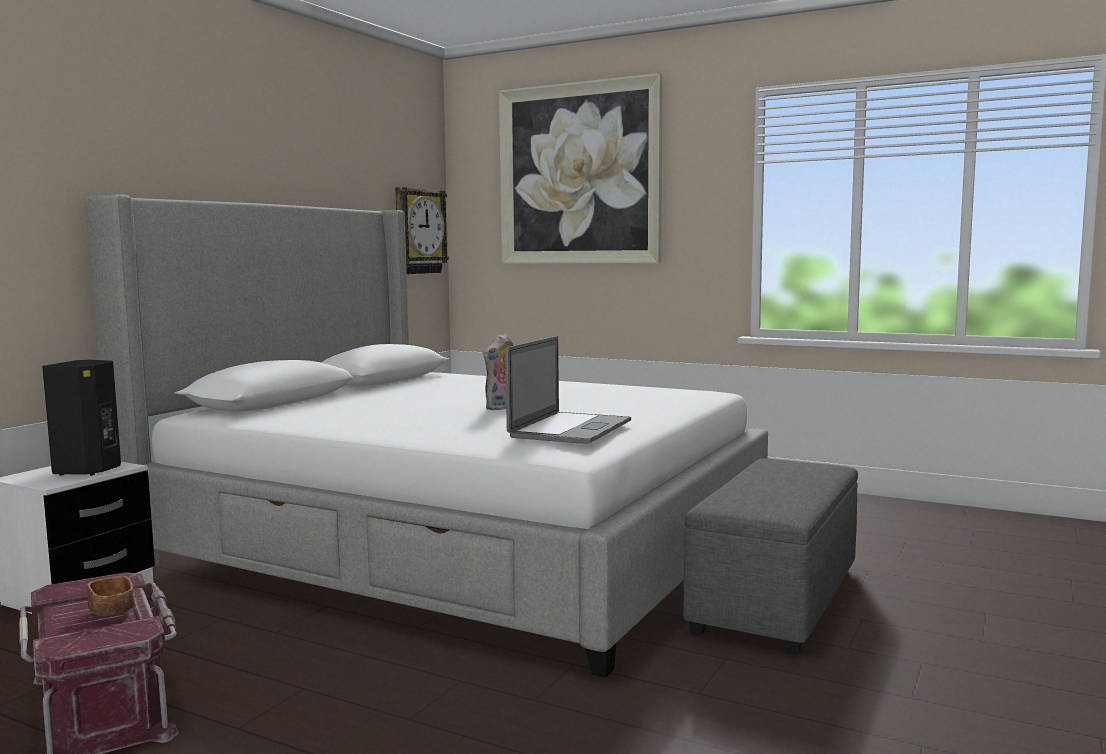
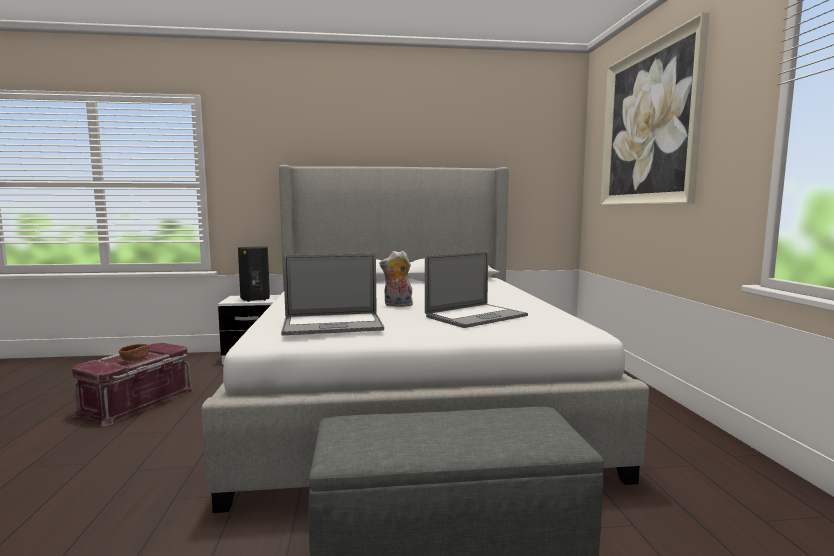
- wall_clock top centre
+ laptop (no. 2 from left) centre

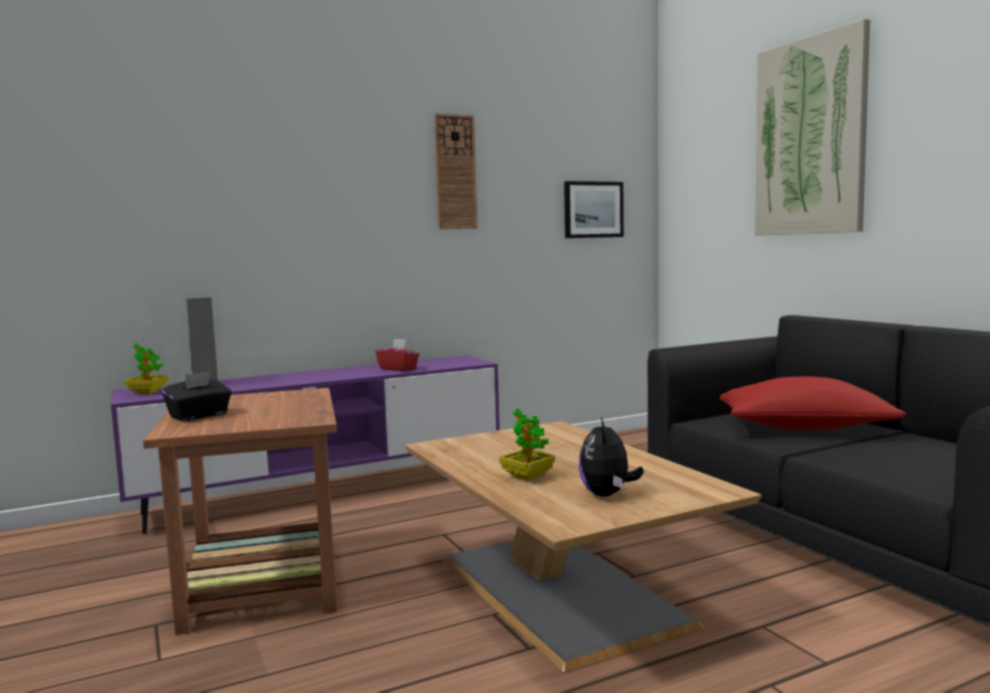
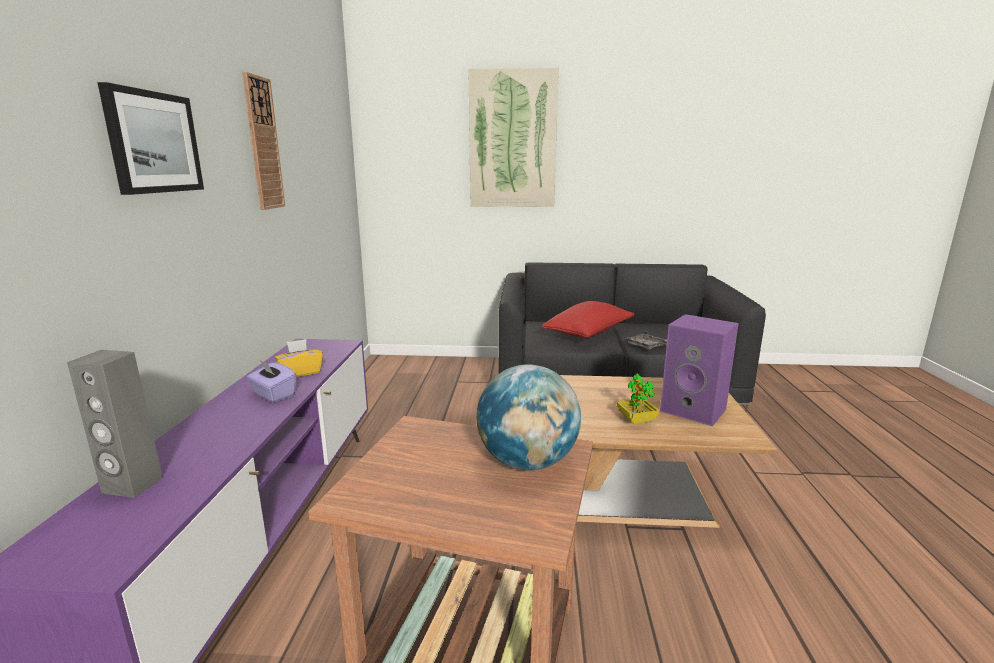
~ picture (no. 1 from left) top centre to top left
~ red_tissue_box centre to yellow_tissue_box middle left
- potted_plant (no. 1 from left) middle left
- black_tissue_box middle left
~ plush_toy centre to purple_speaker middle right
+ grey_tray centre
+ purple_tissue_box middle left
+ globe centre

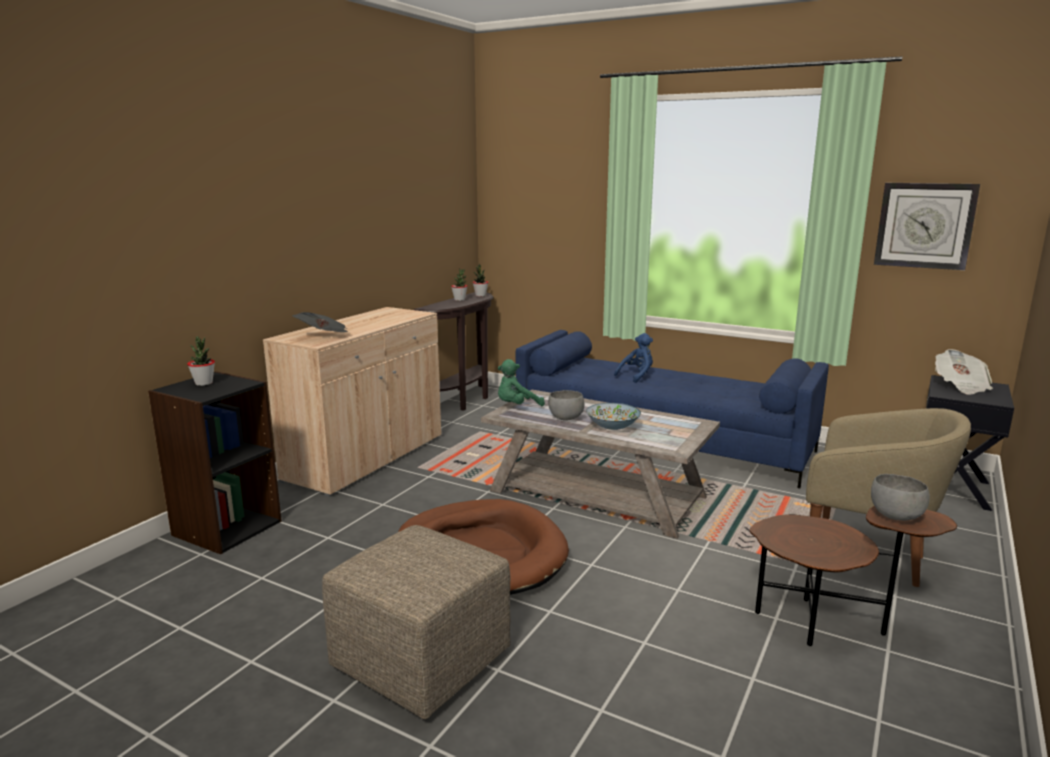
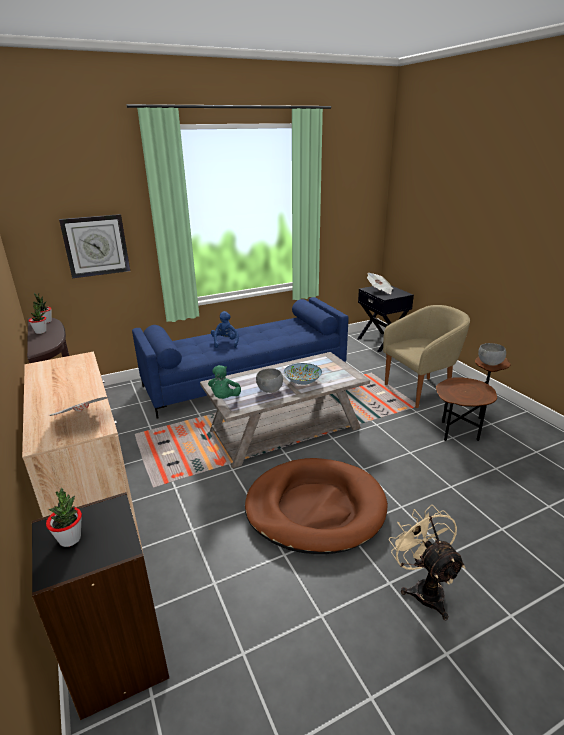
~ wall_clock top right to middle left
~ beige_ottoman bottom centre to beige_fan bottom right

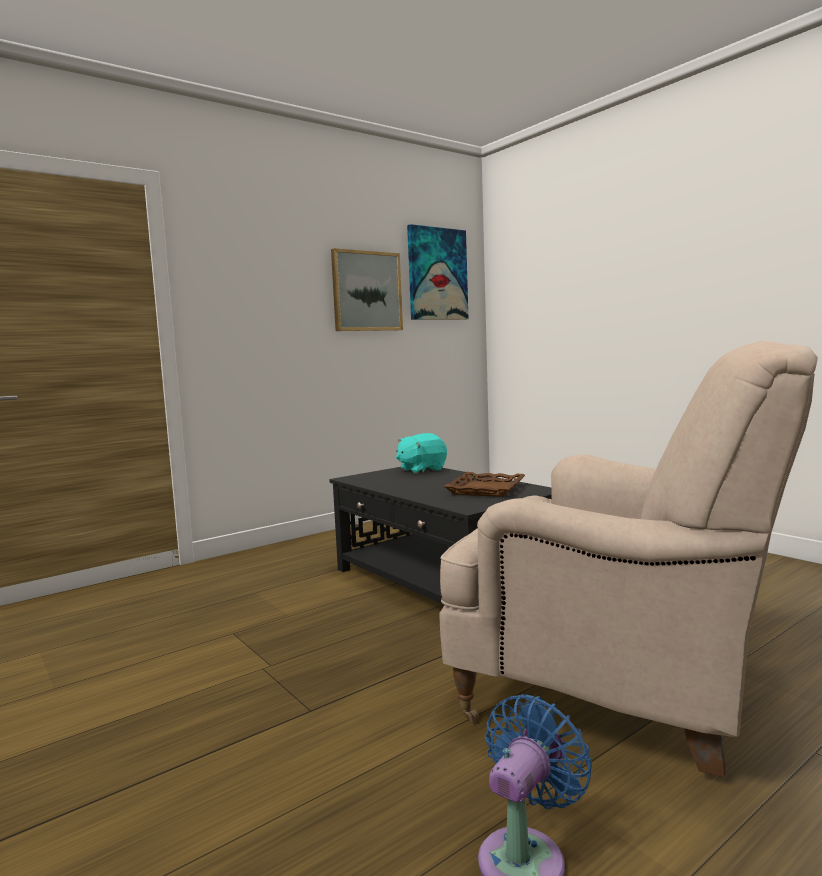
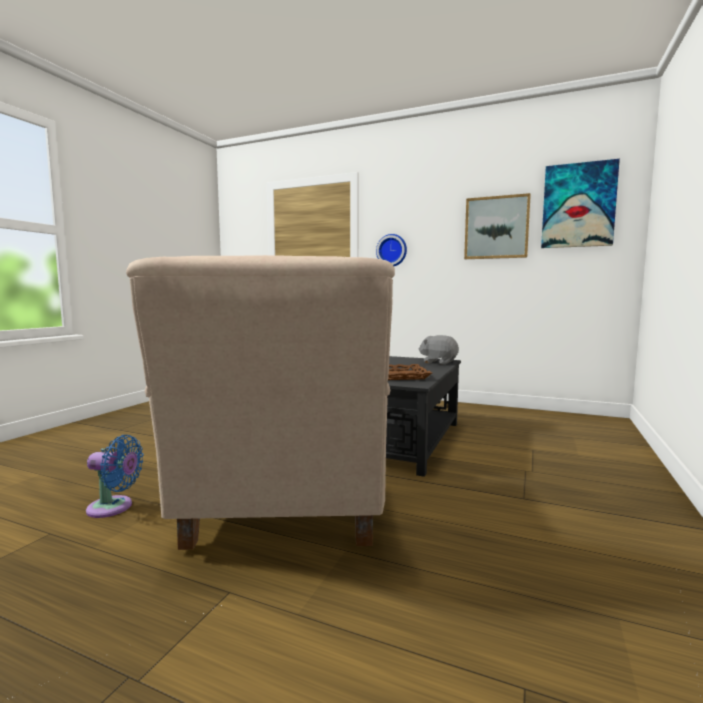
~ turquoise_plush_toy centre to grey_plush_toy centre
+ wall_clock centre

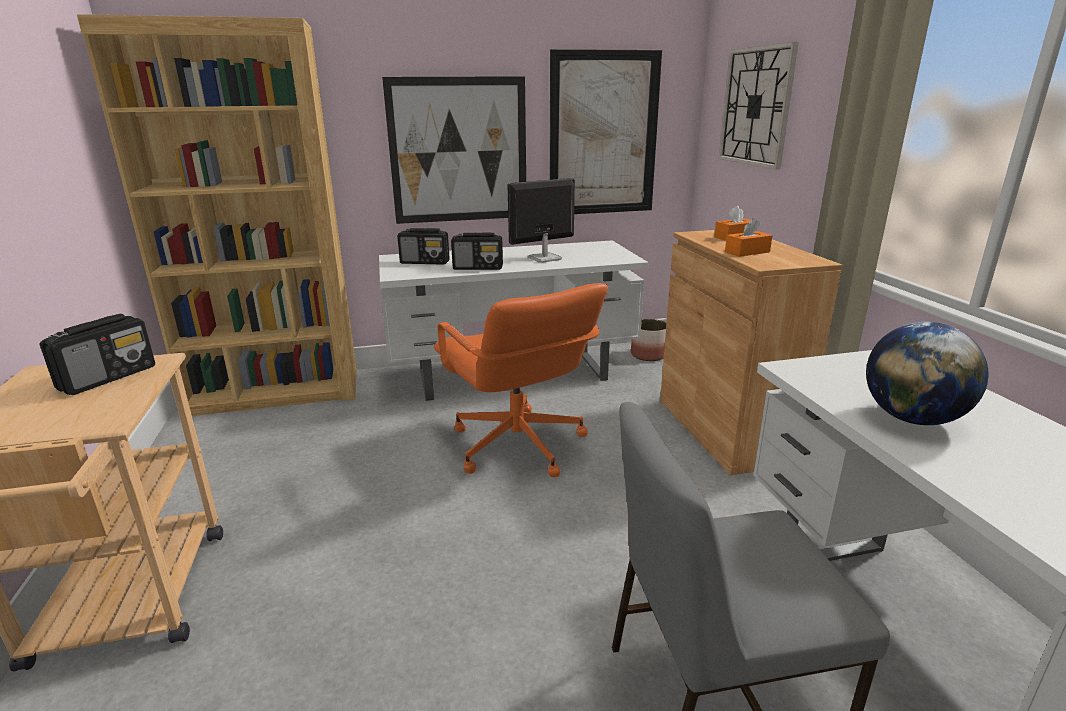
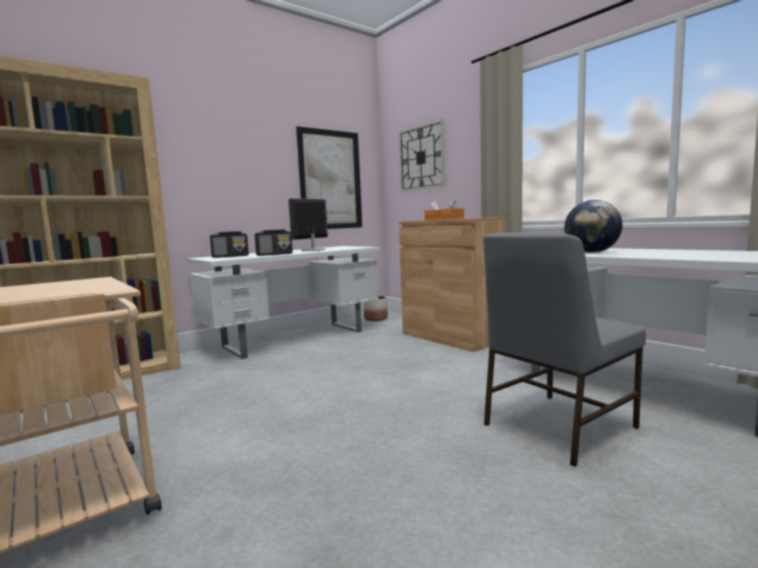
- picture (no. 1 from left) top centre
- orange_office_chair centre
- radio (no. 1 from left) middle left

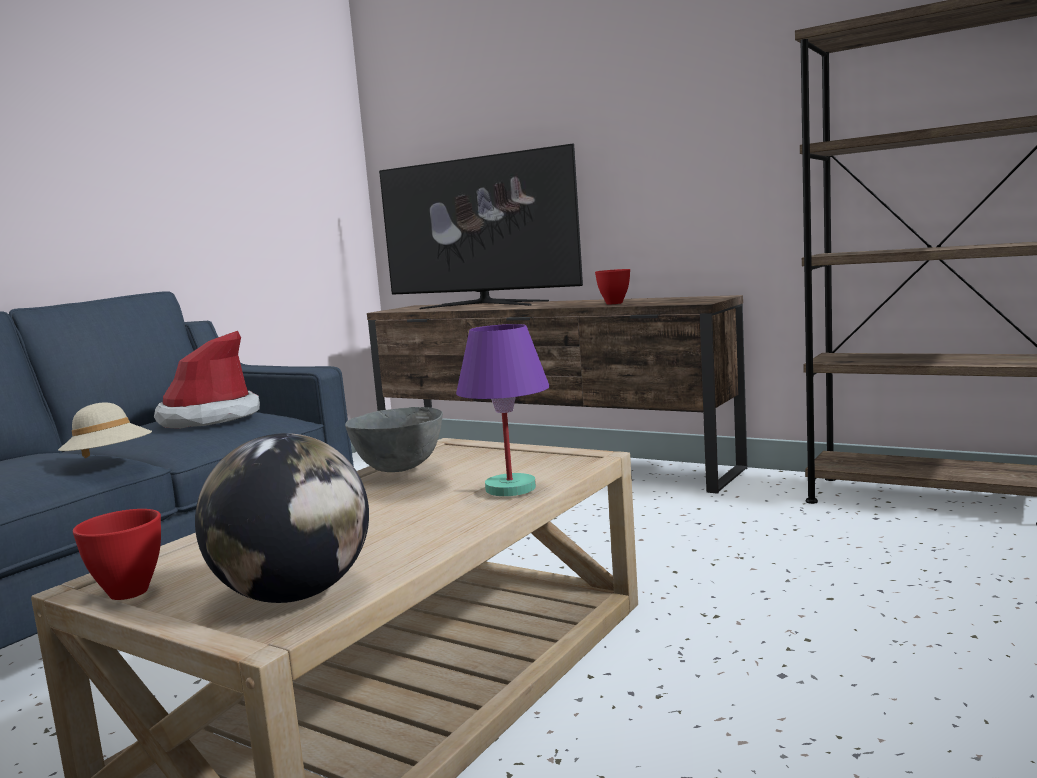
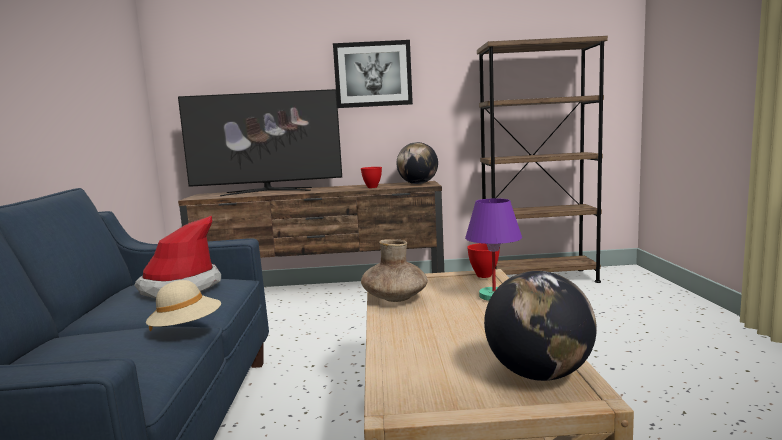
~ grey_bowl centre to brown_vase centre
~ red_bowl (no. 1 from left in the first image) bottom left to red_bowl (no. 2 from left) centre
+ picture top centre
+ globe (no. 1 from left) centre

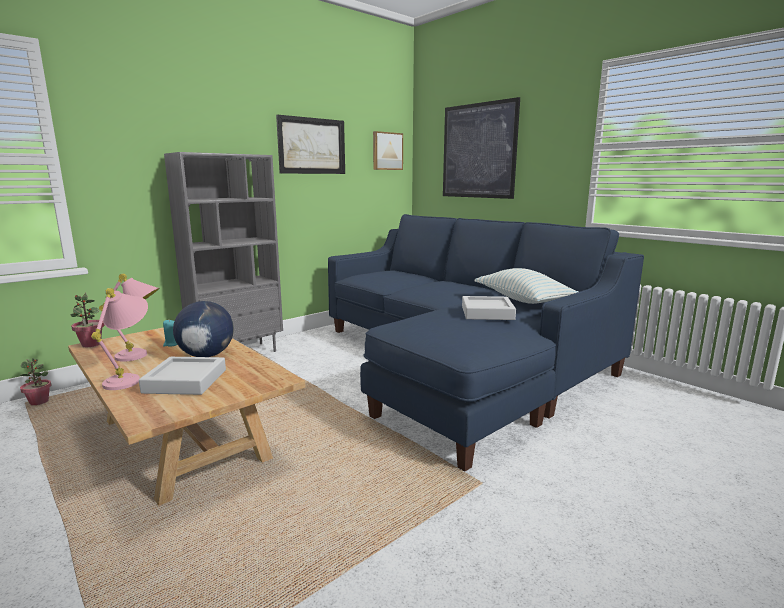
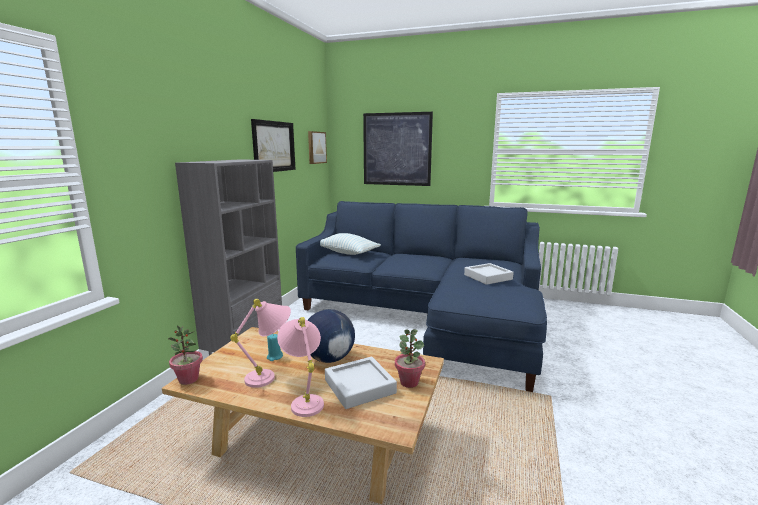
~ pillow middle right to centre
~ potted_plant (no. 1 from left in the first image) middle left to potted_plant (no. 2 from left) bottom centre

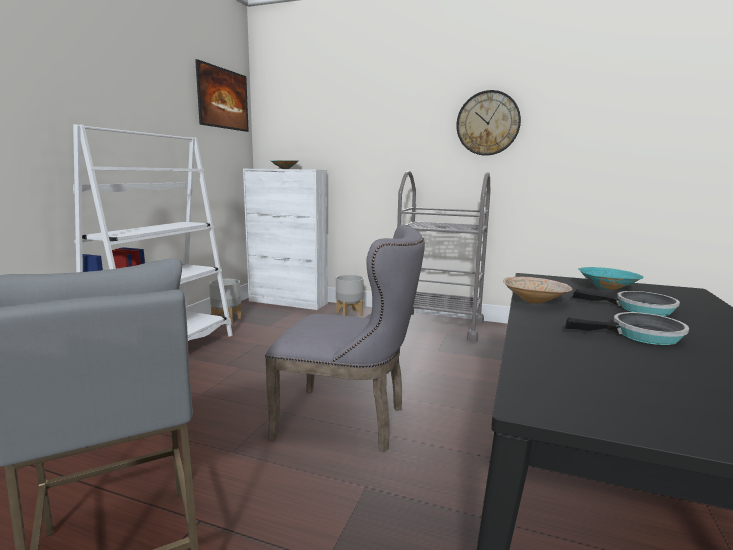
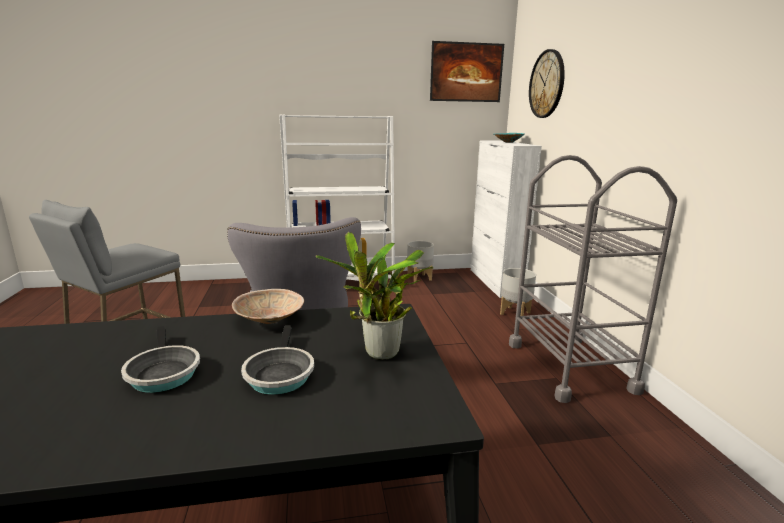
~ wall_clock top centre to top right
~ turquoise_bowl (no. 2 from left) middle right to potted_plant centre

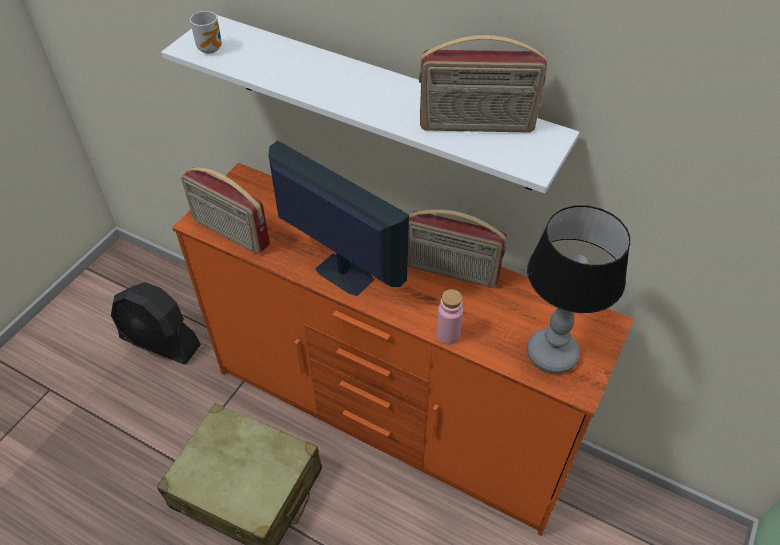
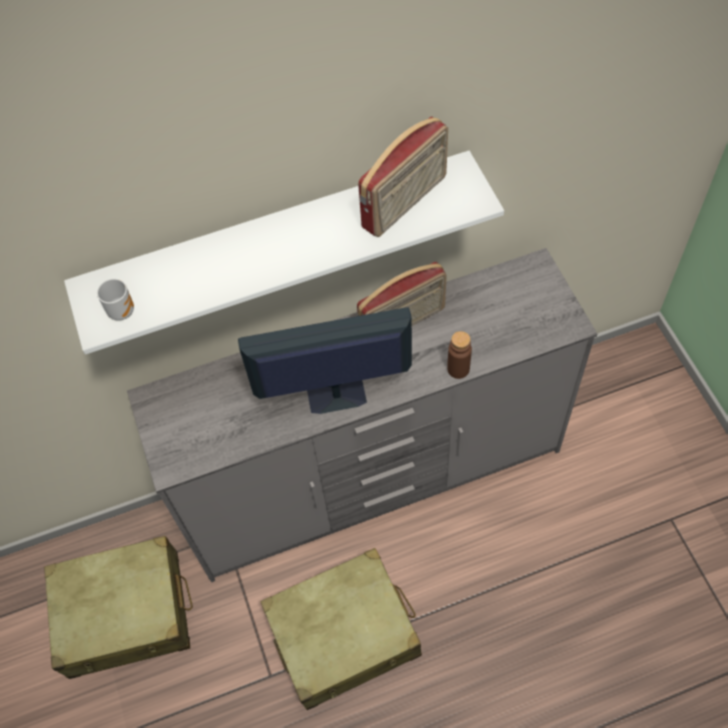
~ orange_dresser centre to grey_dresser centre
- radio (no. 1 from left) middle left
- table_lamp middle right
~ black_fan middle left to beige_suitcase (no. 1 from left) bottom left
~ pink_bottle centre to brown_bottle centre

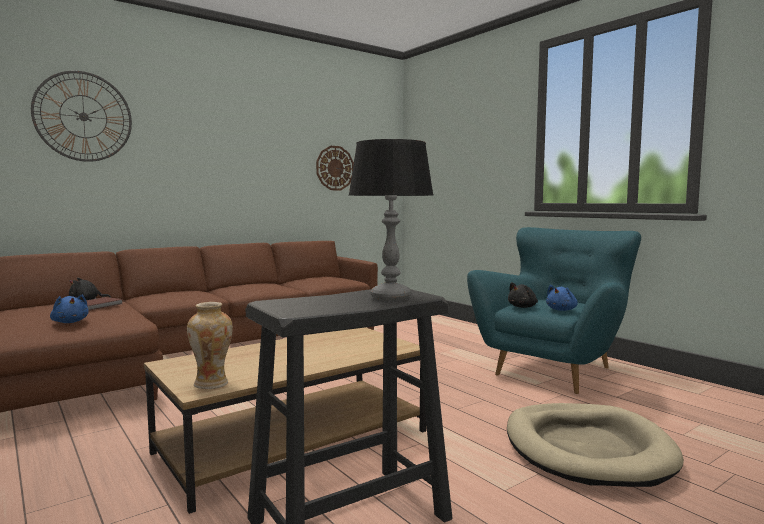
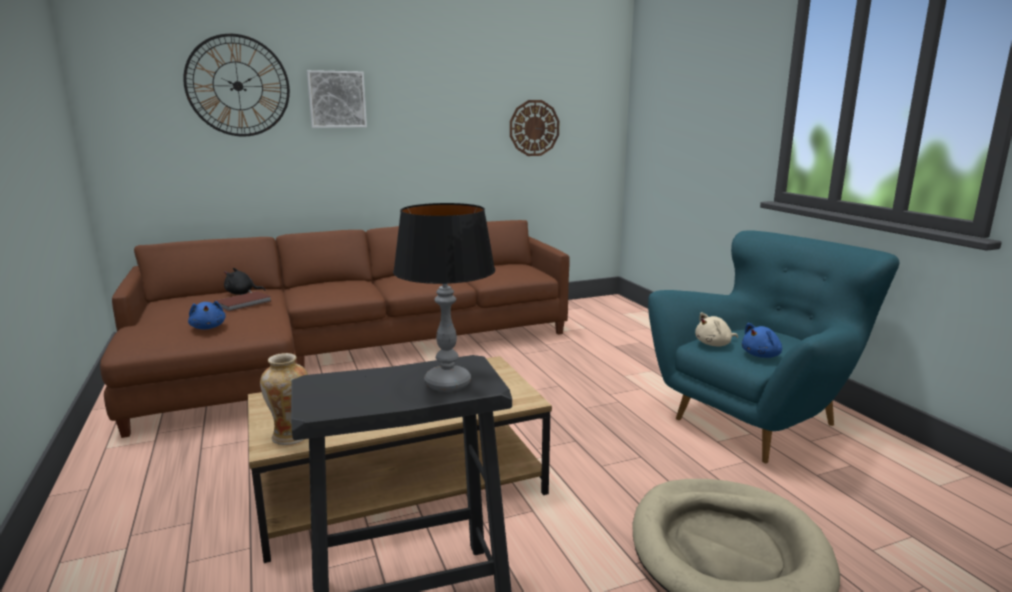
~ black_plush_toy (no. 2 from left) middle right to beige_plush_toy middle right
+ picture top left

